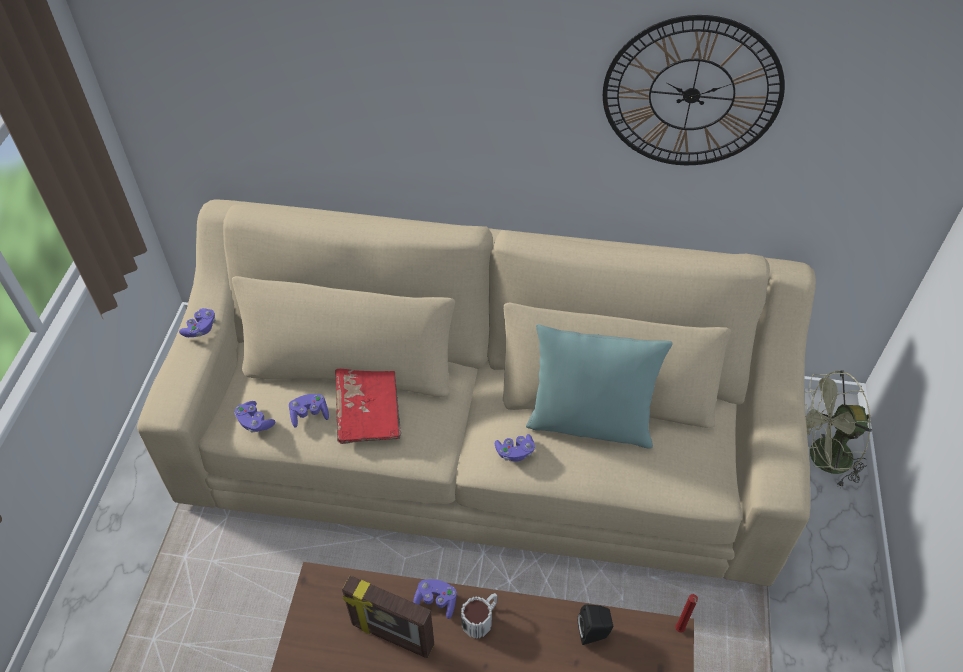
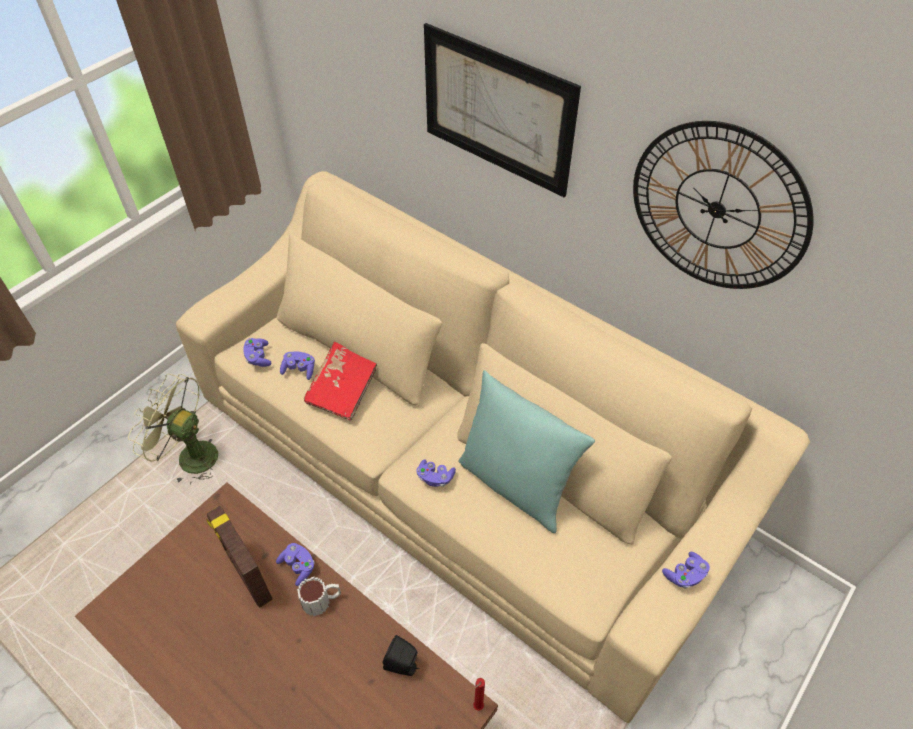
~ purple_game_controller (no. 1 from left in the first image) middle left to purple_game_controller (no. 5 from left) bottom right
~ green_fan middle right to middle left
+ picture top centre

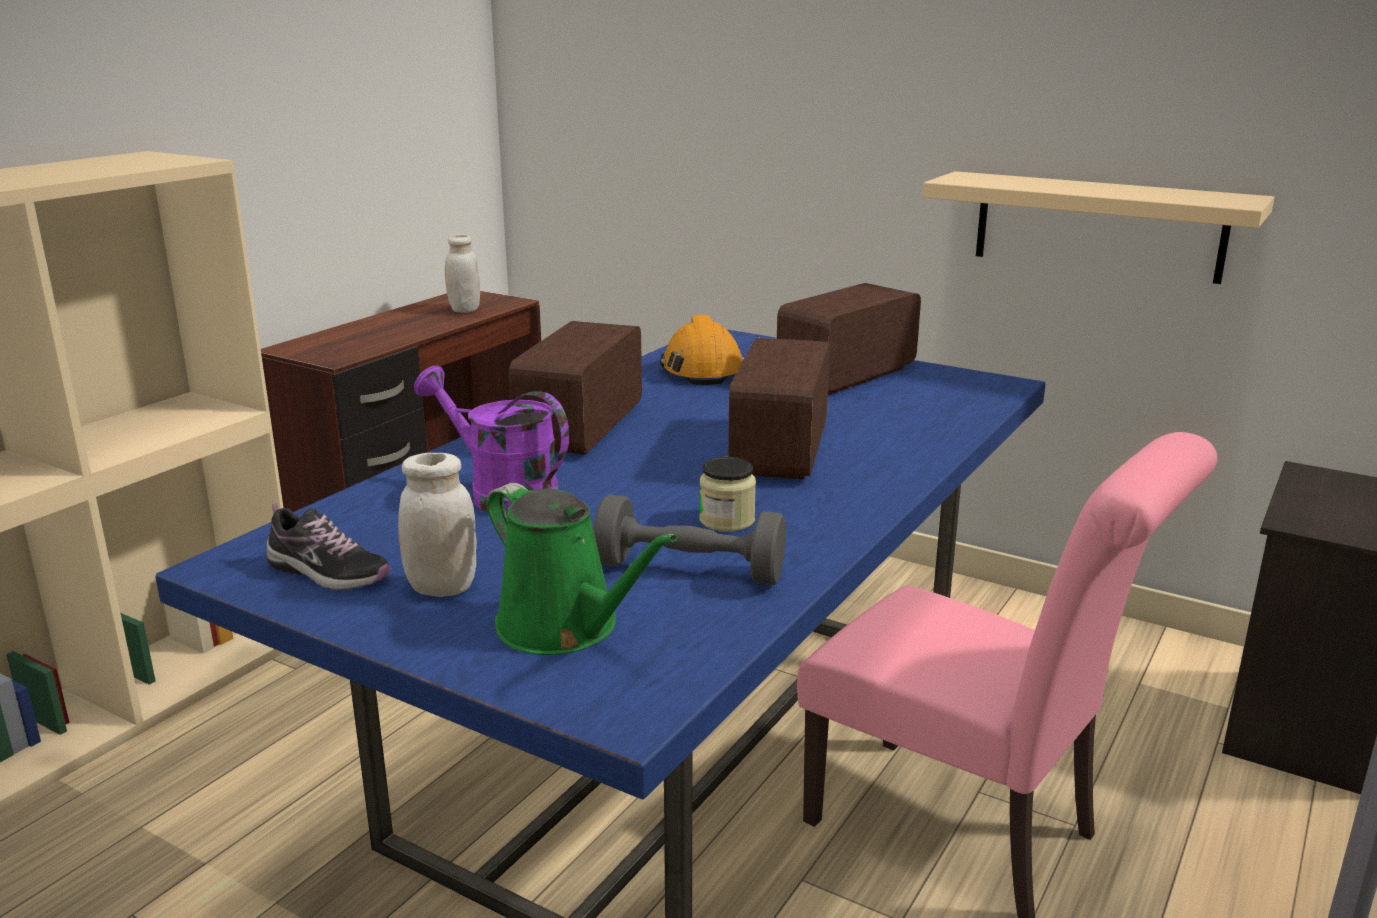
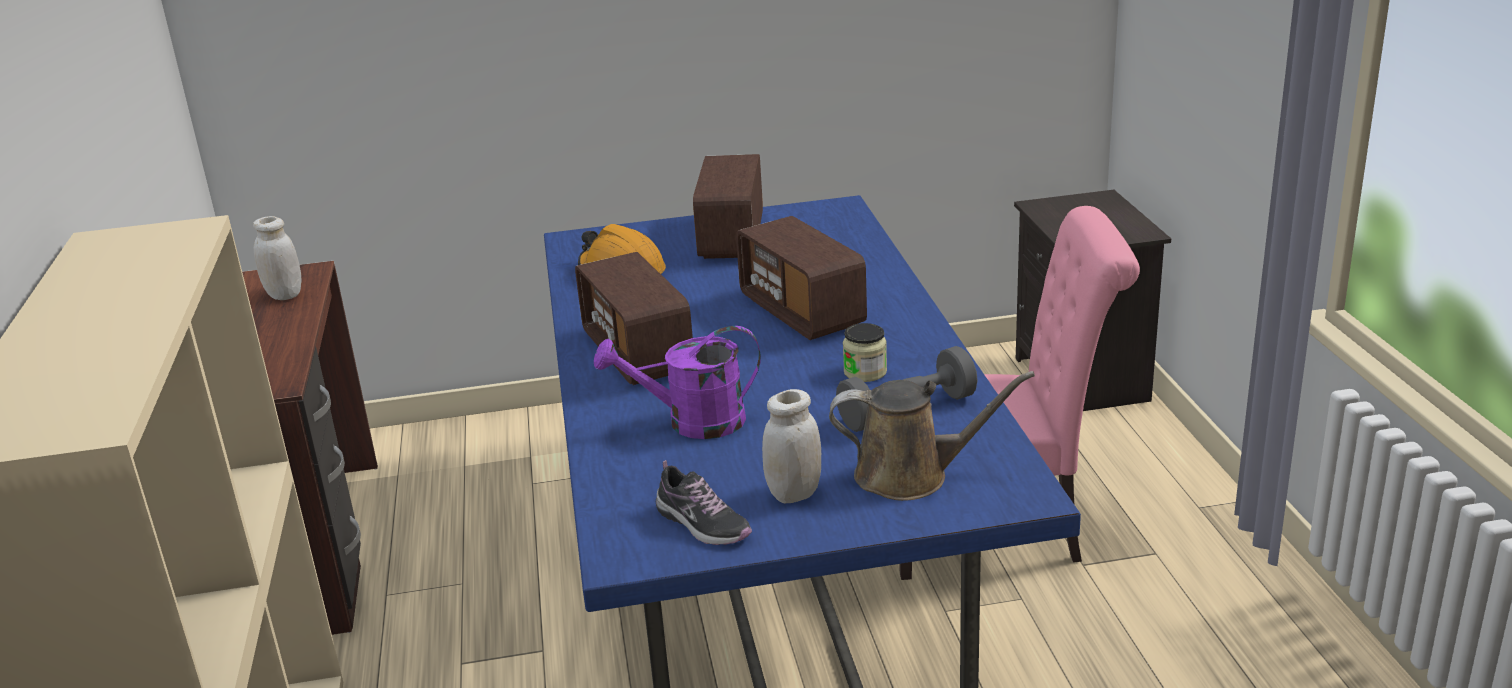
- beige_shelf top right
~ green_watering_can centre to brown_watering_can centre
~ shoe middle left = bottom centre 60 degrees clockwise

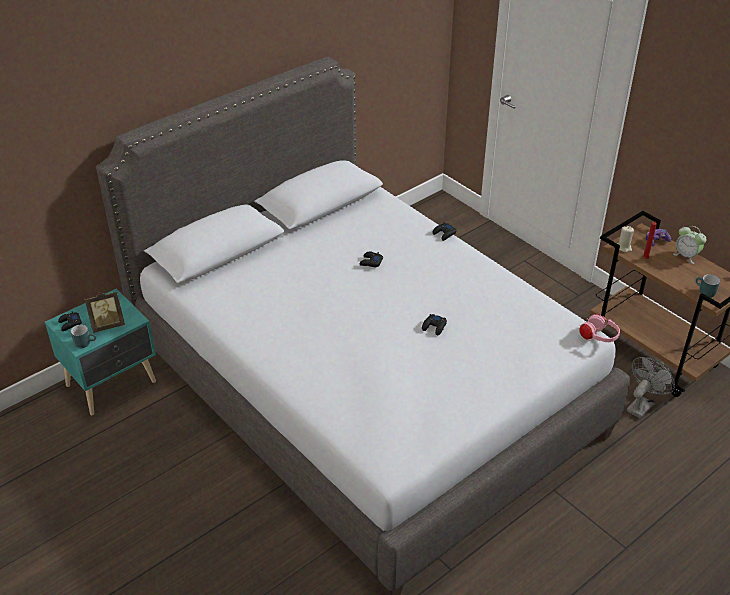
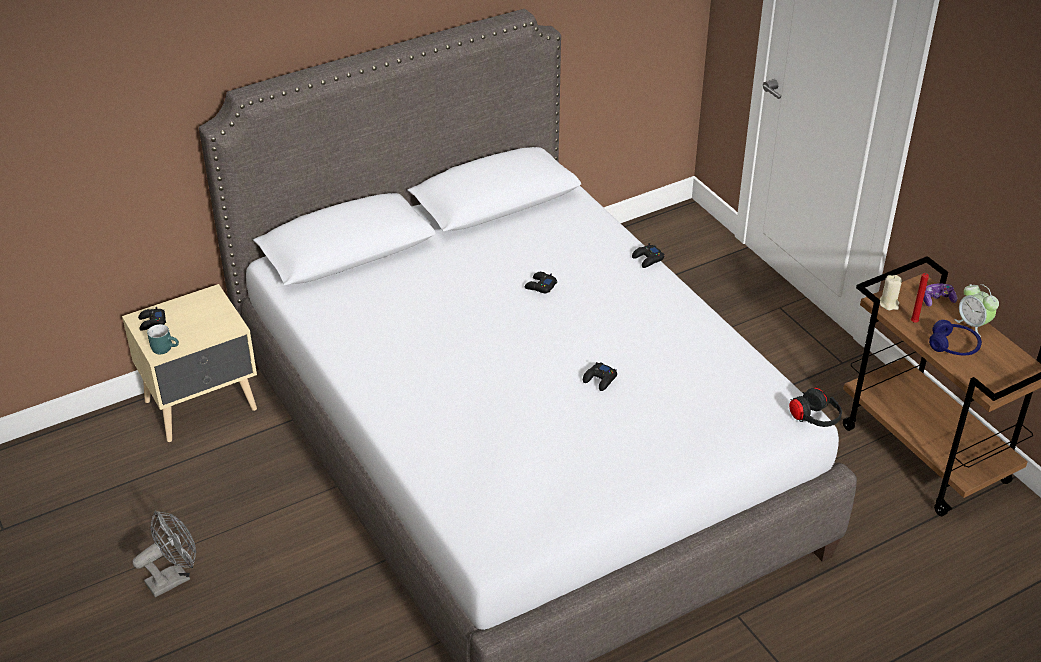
- turquoise_mug (no. 2 from left) middle right
~ turquoise_nightstand middle left to beige_nightstand middle left
- picture_frame middle left
~ pink_headphones middle right to black_headphones middle right
~ grey_fan middle right to bottom left
+ blue_headphones middle right

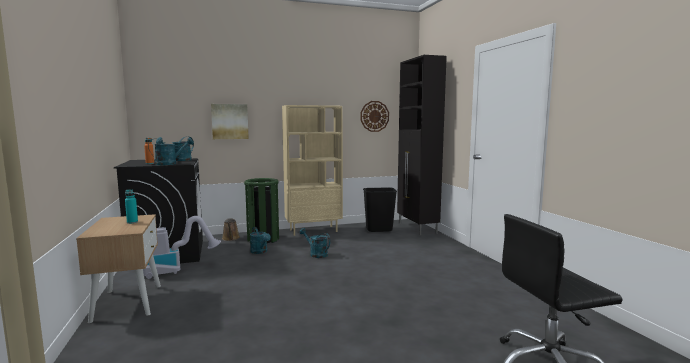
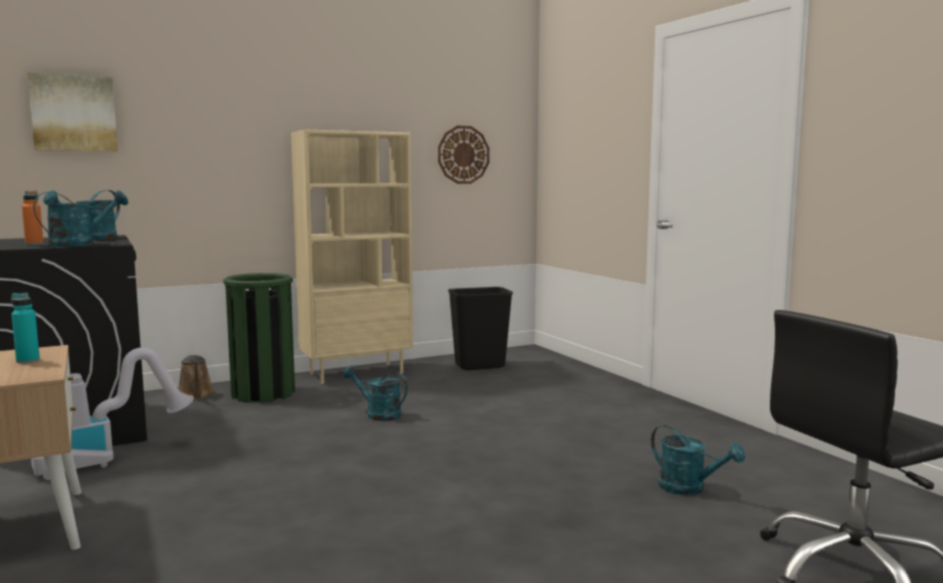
- black_cabinet centre
~ picture centre to top left
~ turquoise_watering_can (no. 3 from left in the first image) centre to turquoise_watering_can (no. 4 from left) bottom right

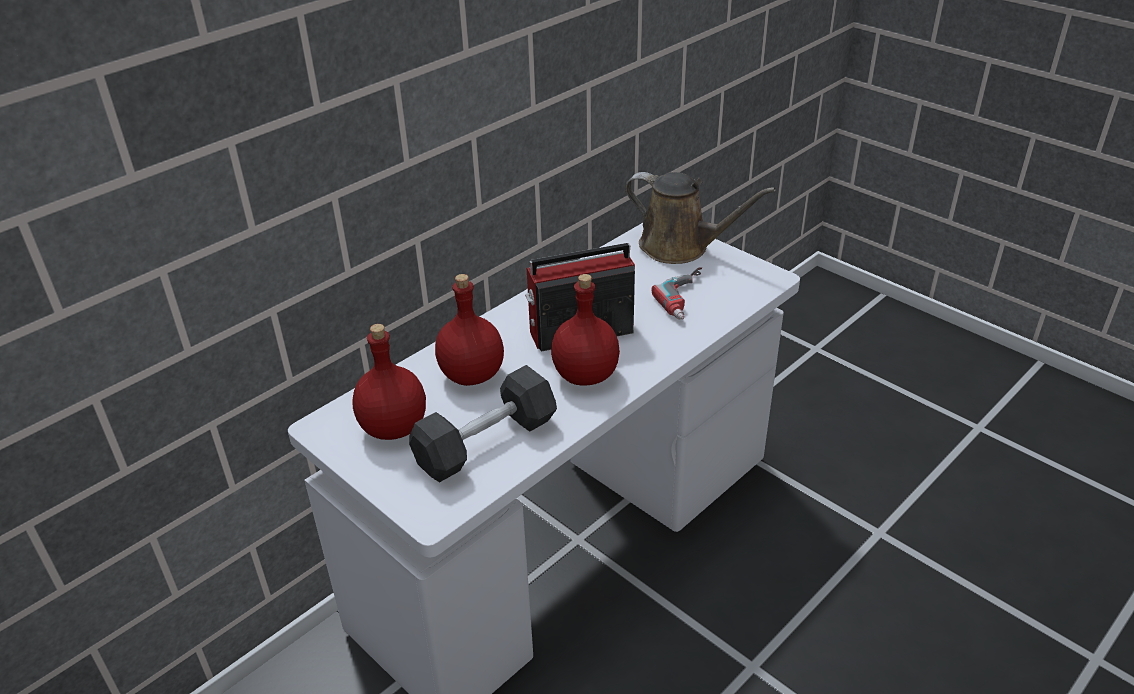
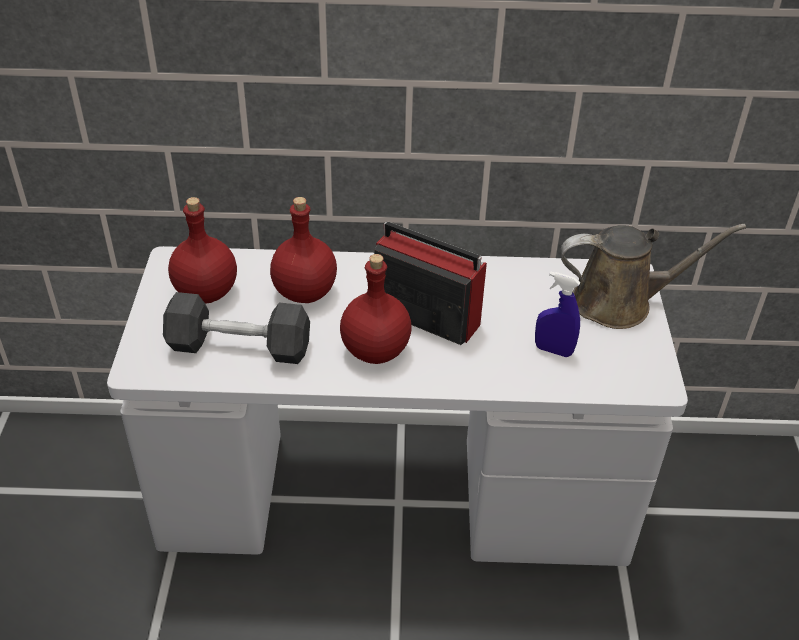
~ brown_watering_can top centre = middle right 75 degrees counterclockwise
~ power_drill centre to blue_spray_bottle middle right

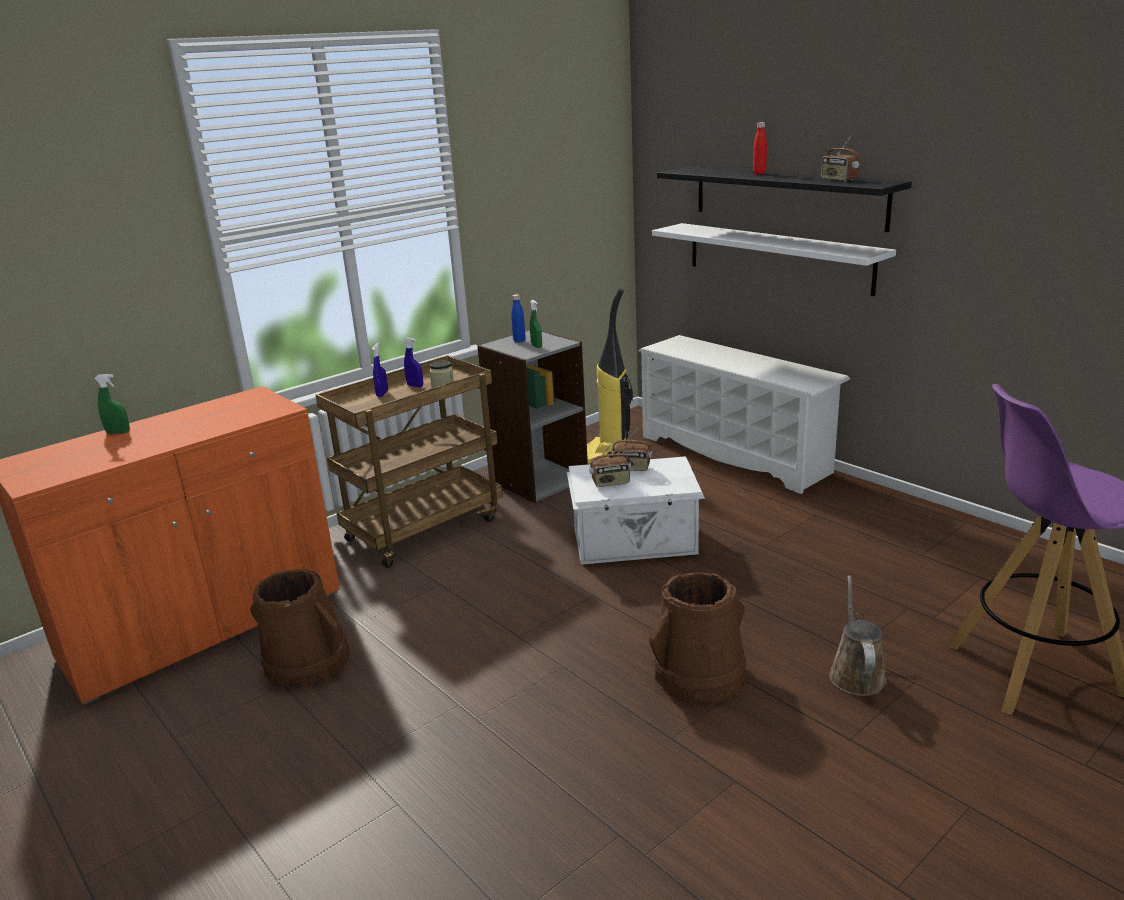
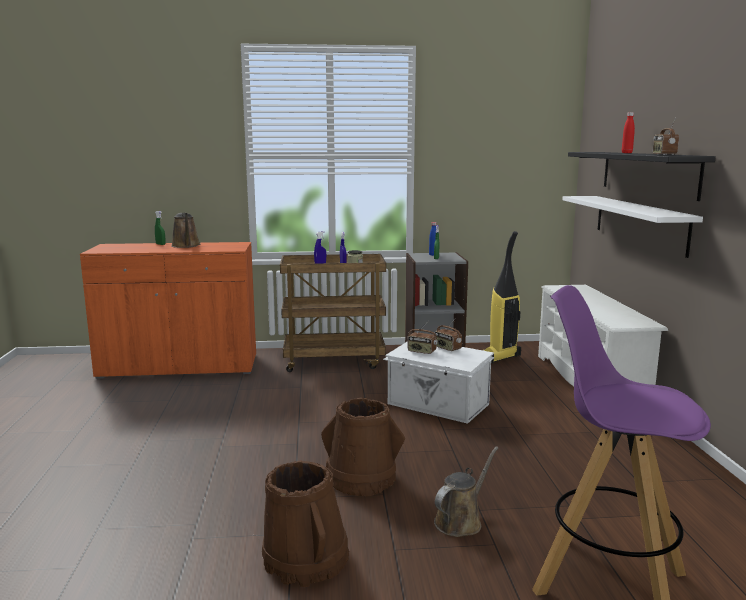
~ brown_bucket (no. 1 from left) bottom left to bottom centre
+ brown_watering_can (no. 1 from left) middle left

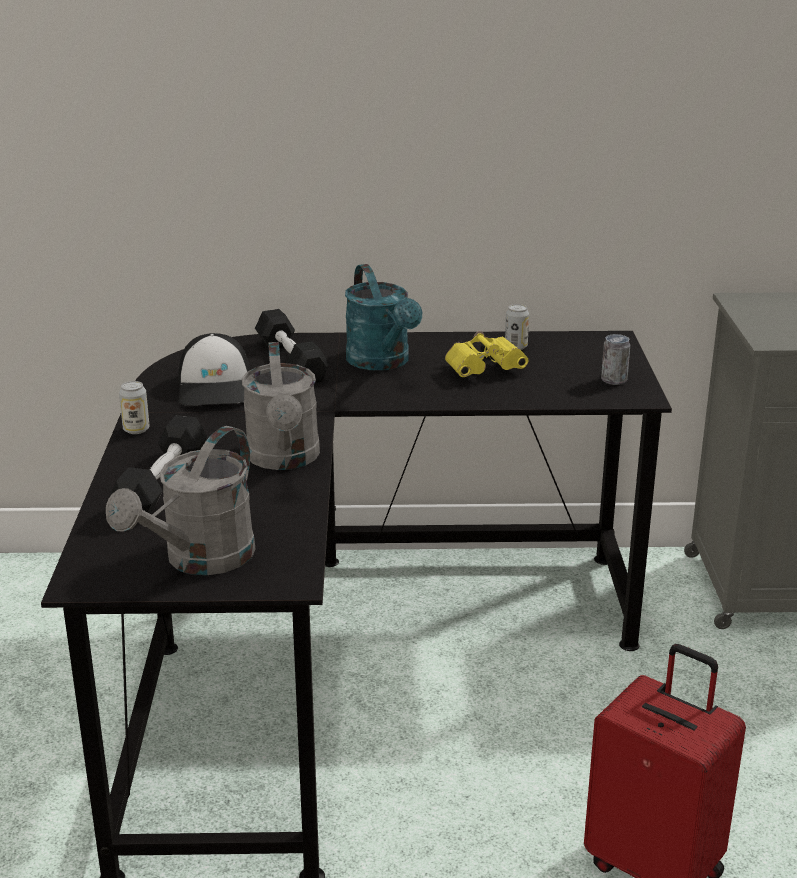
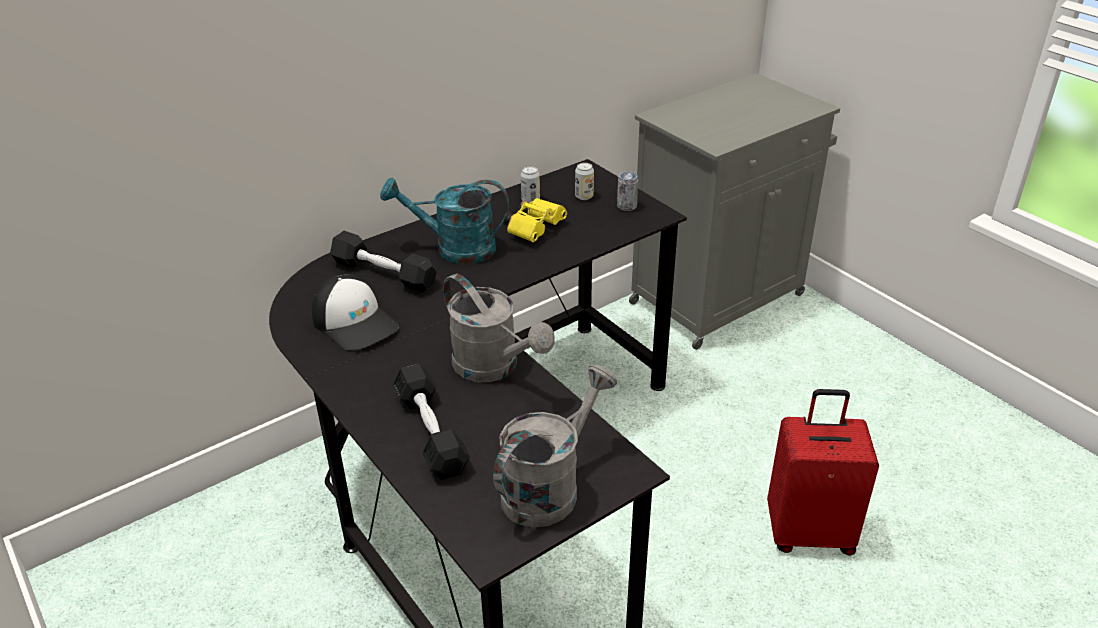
~ turquoise_watering_can centre = centre 150 degrees clockwise
~ can (no. 1 from left in the first image) middle left to can (no. 2 from left) top centre
~ grey_watering_can (no. 1 from left in the first image) middle left = bottom centre 135 degrees counterclockwise

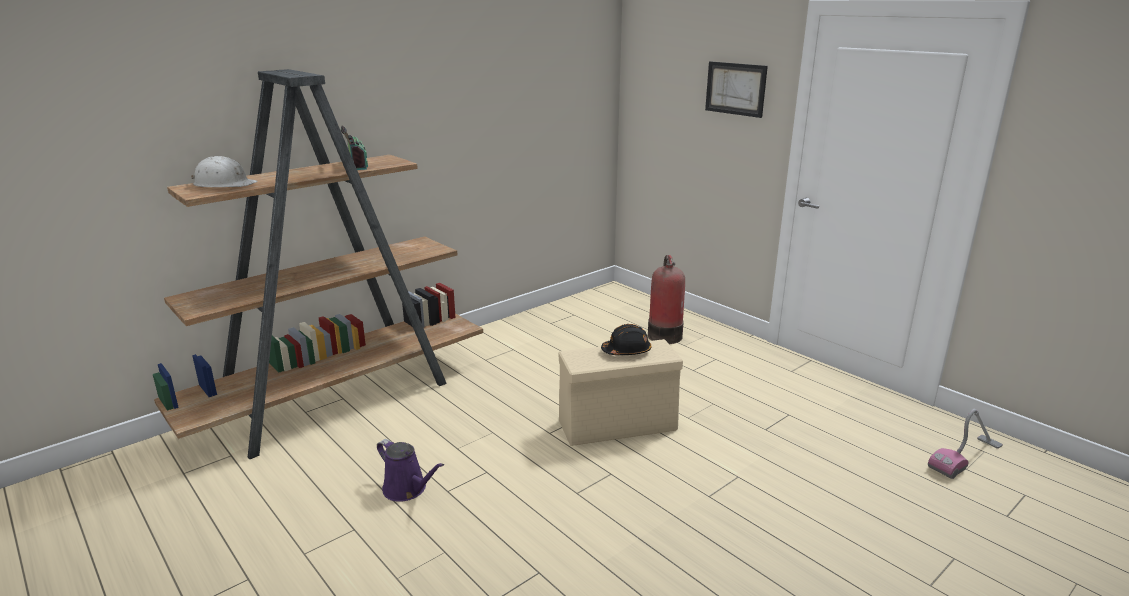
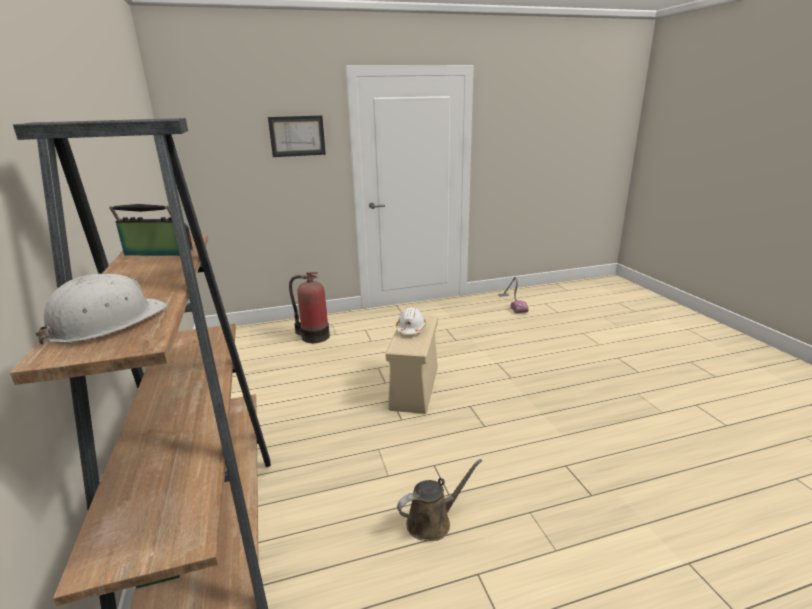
~ black_hard_hat centre to white_hard_hat (no. 2 from left) centre
~ purple_watering_can bottom centre to brown_watering_can bottom centre

